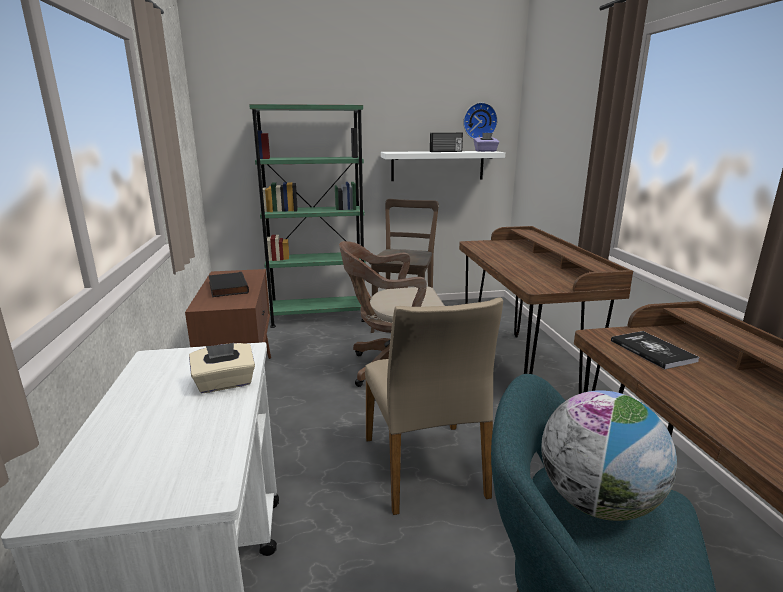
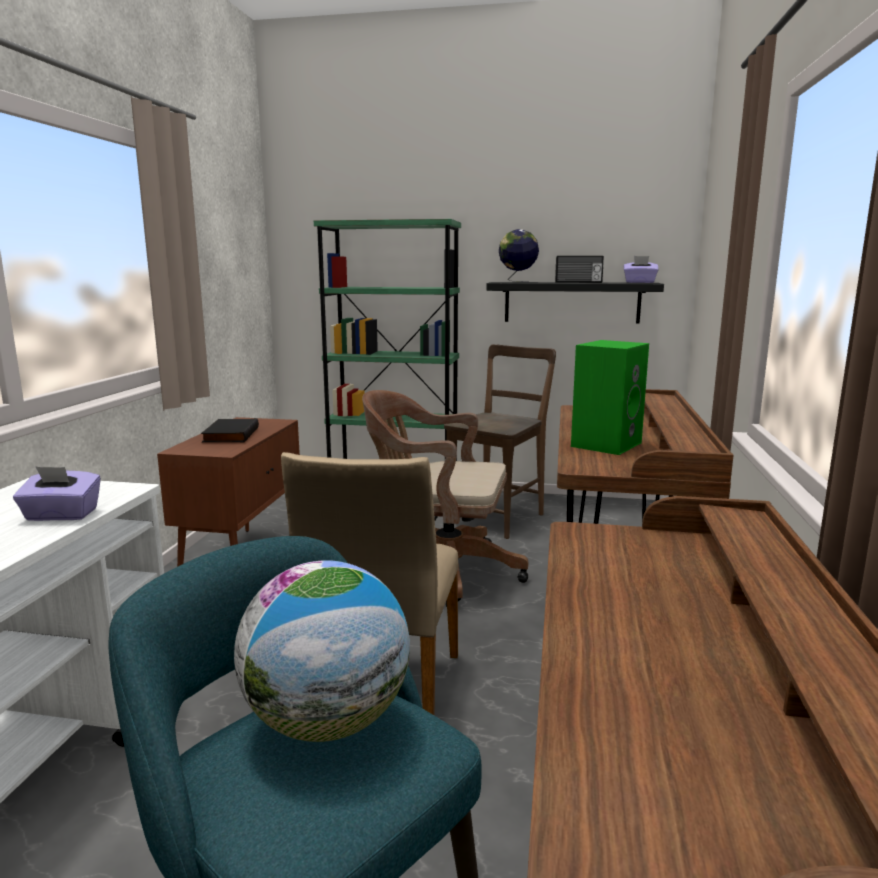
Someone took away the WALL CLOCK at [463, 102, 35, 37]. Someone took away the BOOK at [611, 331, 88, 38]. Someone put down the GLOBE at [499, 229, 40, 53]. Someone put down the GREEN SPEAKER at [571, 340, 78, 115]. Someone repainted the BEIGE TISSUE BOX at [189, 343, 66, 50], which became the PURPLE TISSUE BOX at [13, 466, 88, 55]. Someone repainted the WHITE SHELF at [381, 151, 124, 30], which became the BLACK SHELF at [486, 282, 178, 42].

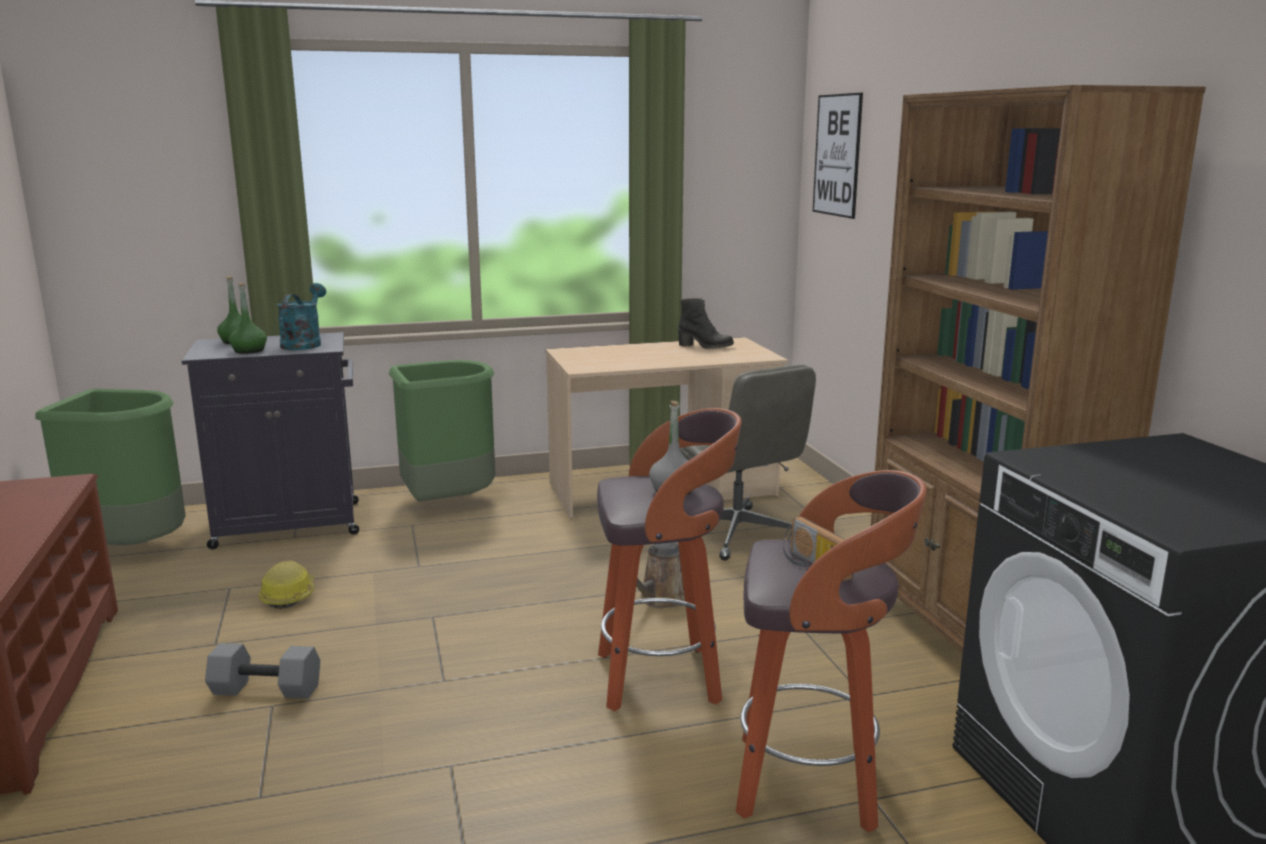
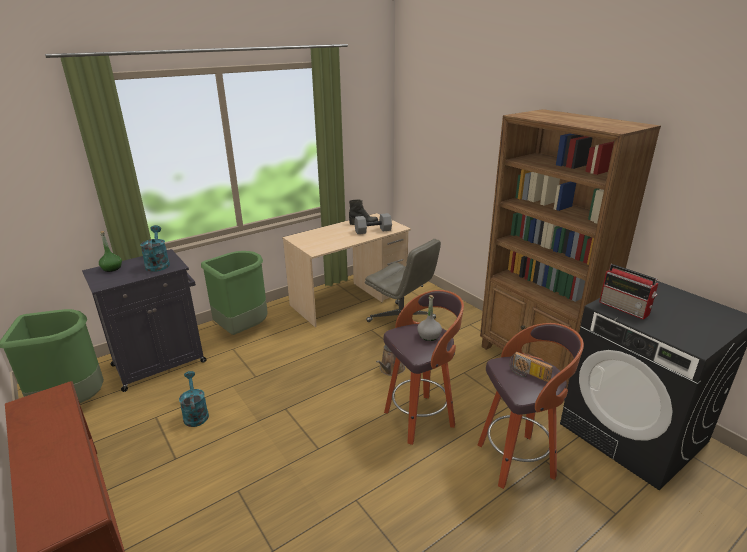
Someone took away the GREEN BOTTLE at [229, 283, 38, 71]. Someone took away the PICTURE at [813, 93, 50, 126]. Someone put down the RADIO at [599, 264, 59, 56]. Someone carried the GREY DUMBBELL from [205, 643, 115, 56] to [354, 213, 38, 21]. Someone swapped the HARD HAT at [258, 561, 56, 48] for the TURQUOISE WATERING CAN at [179, 371, 30, 56].

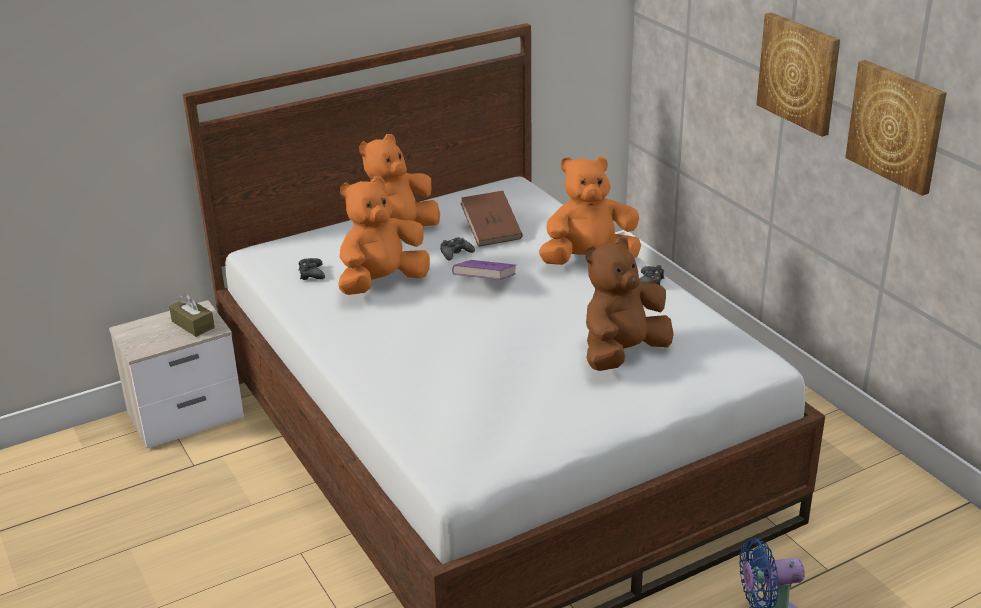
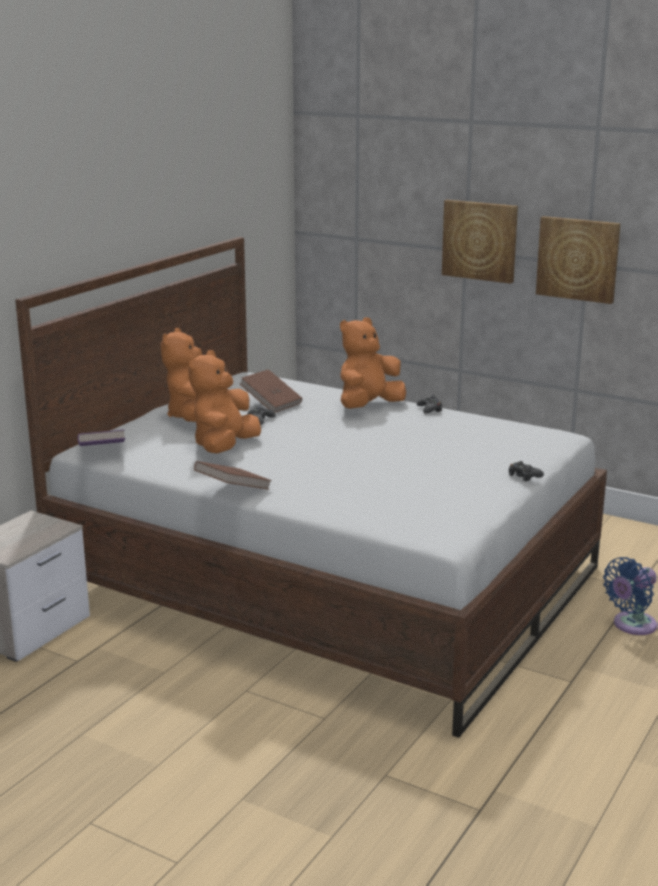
Someone took away the BROWN TISSUE BOX at [169, 294, 46, 43]. Someone took away the BROWN PLUSH TOY at [586, 237, 88, 134]. Someone put down the BROWN BOOK at [194, 461, 78, 29]. Someone carried the BLACK GAME CONTROLLER from [299, 258, 26, 22] to [509, 461, 35, 20]. Someone carried the PURPLE BOOK from [452, 260, 64, 20] to [78, 430, 47, 16].

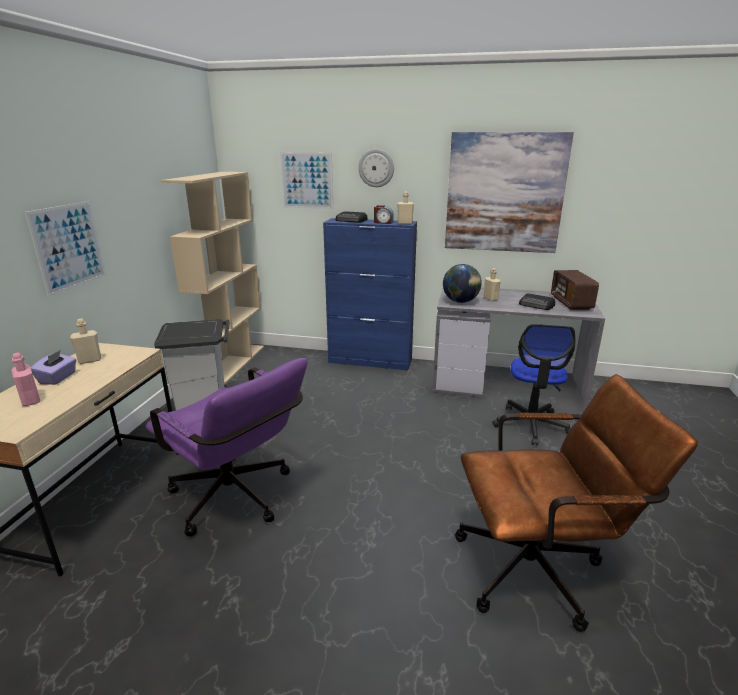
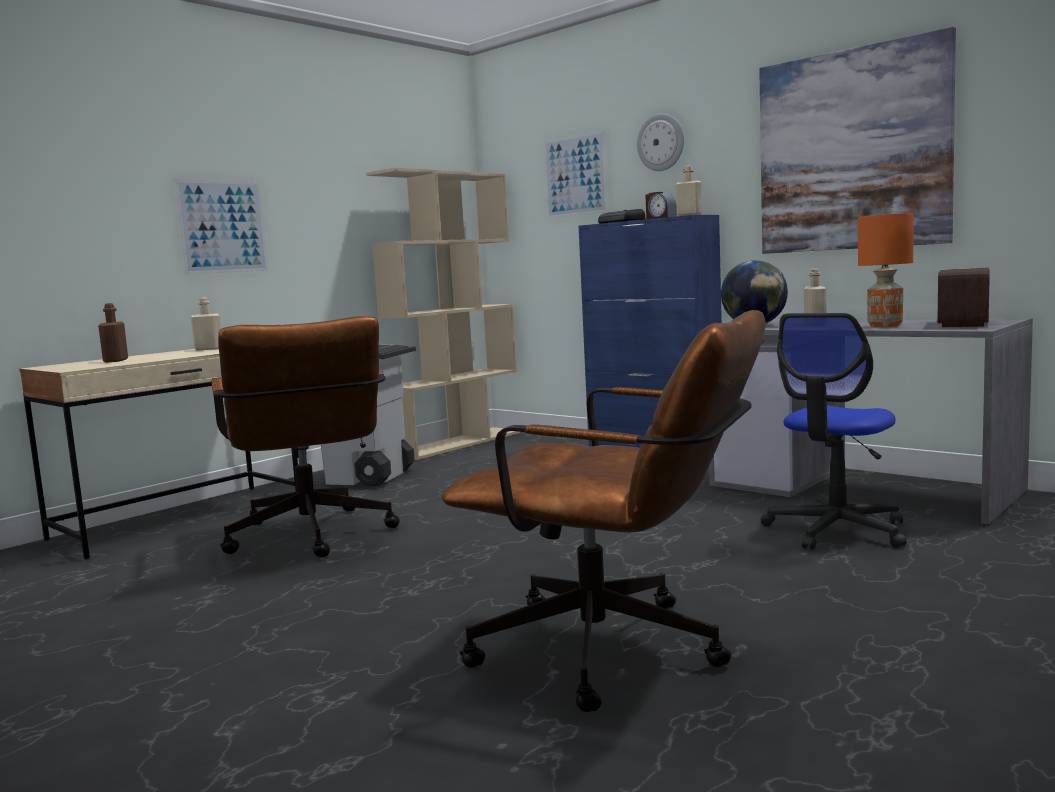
Someone took away the PURPLE TISSUE BOX at [31, 350, 46, 35]. Someone swapped the RADIO at [519, 293, 36, 17] for the ORANGE TABLE LAMP at [858, 213, 56, 114]. Someone repainted the PINK BOTTLE at [12, 353, 29, 53], which became the BROWN BOTTLE at [98, 303, 30, 59]. Someone repainted the PURPLE OFFICE CHAIR at [146, 358, 161, 179], which became the BROWN OFFICE CHAIR at [211, 316, 189, 241].

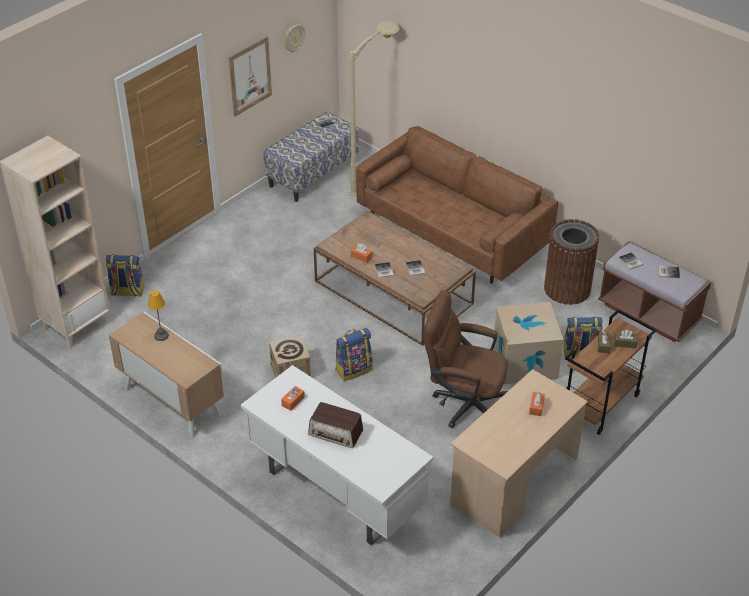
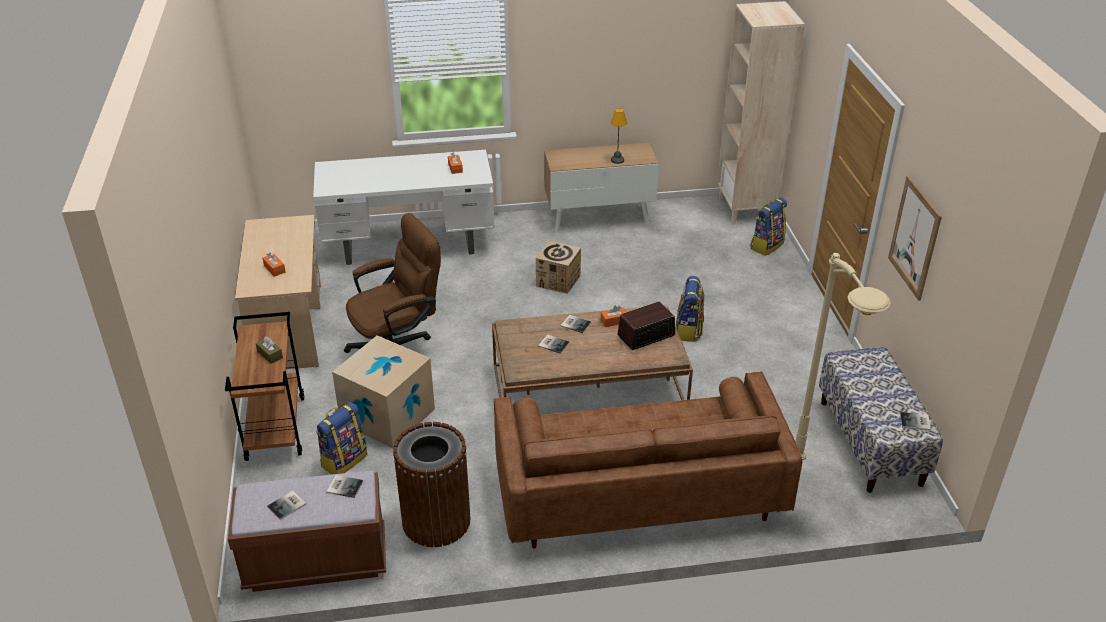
Someone took away the WALL CLOCK at [284, 24, 21, 28]. Someone took away the BROWN TISSUE BOX at [615, 330, 22, 18]. Someone carried the RADIO from [308, 402, 55, 46] to [618, 302, 57, 48]. Someone carried the BACKPACK from [335, 328, 37, 53] to [675, 276, 29, 66].

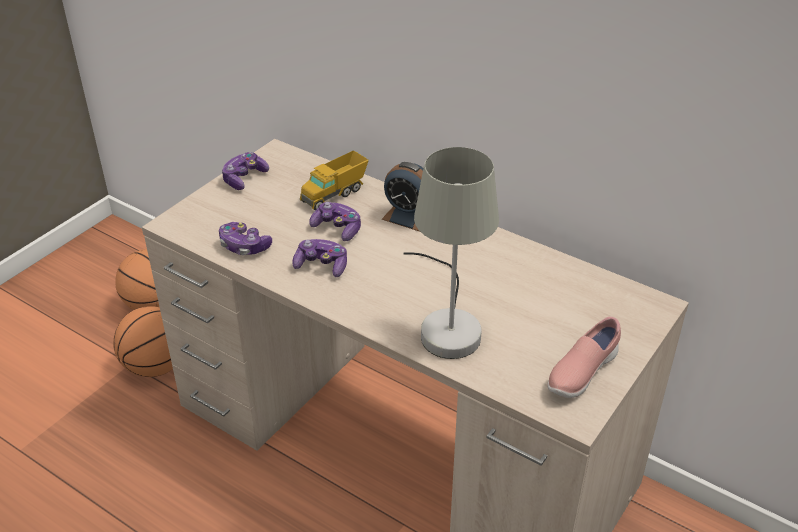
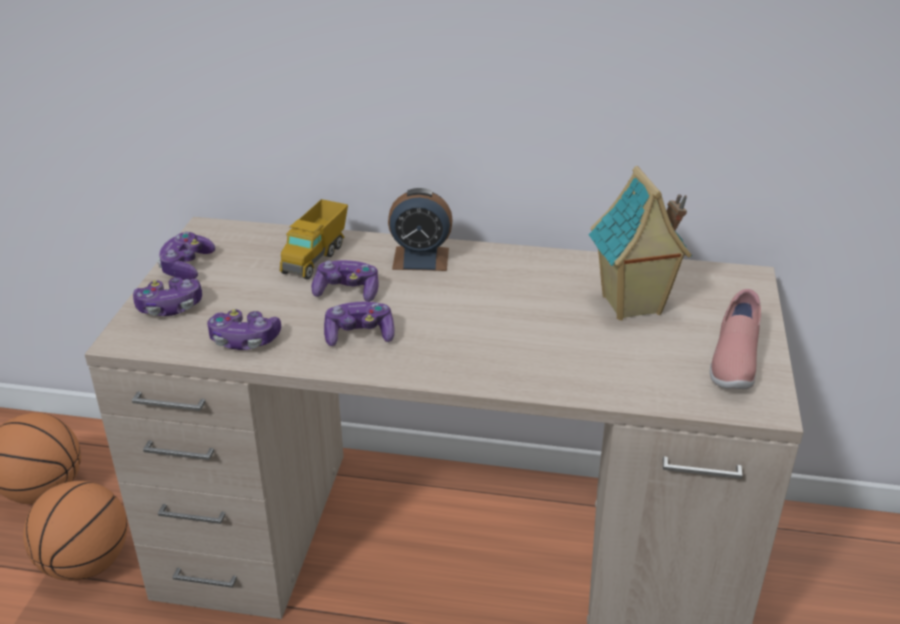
Someone took away the GREY TABLE LAMP at [403, 147, 96, 212]. Someone put down the GAME CONTROLLER at [133, 277, 69, 39]. Someone put down the TOY HOUSE at [588, 166, 104, 154].

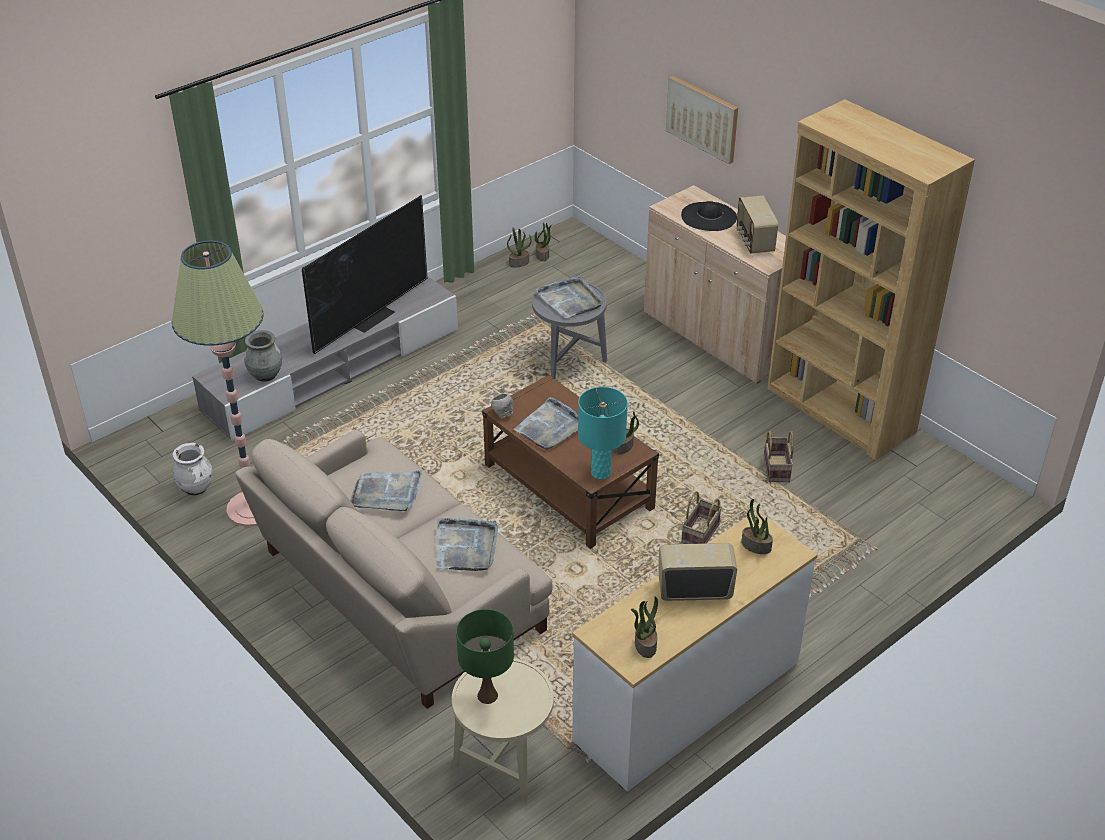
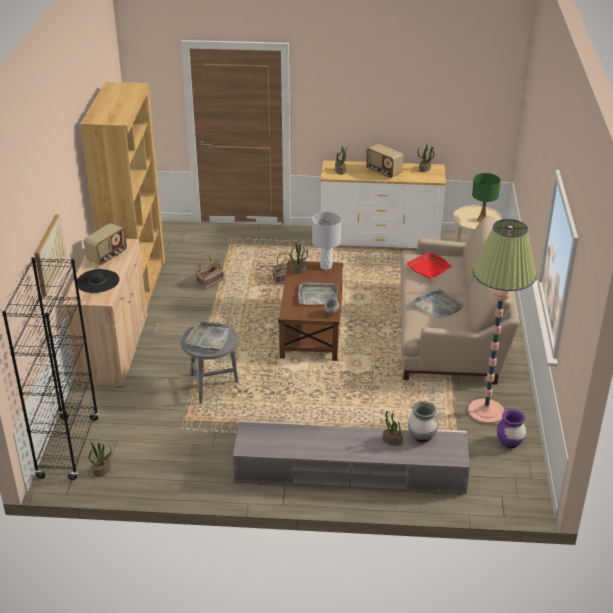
Someone took away the TELEVISION at [302, 195, 126, 159]. Someone put down the BLACK BOOKCASE at [2, 257, 97, 223]. Someone carried the POTTED PLANT from [507, 227, 24, 40] to [382, 411, 21, 35]. Someone repainted the WHITE VASE at [172, 443, 41, 52], which became the PURPLE VASE at [497, 409, 29, 39]. Someone repainted the GREY TRAY at [436, 518, 63, 53], which became the RED TRAY at [407, 252, 45, 27]. Someone repainted the TURQUOISE TABLE LAMP at [578, 387, 50, 93], which became the GREY TABLE LAMP at [312, 212, 29, 58].

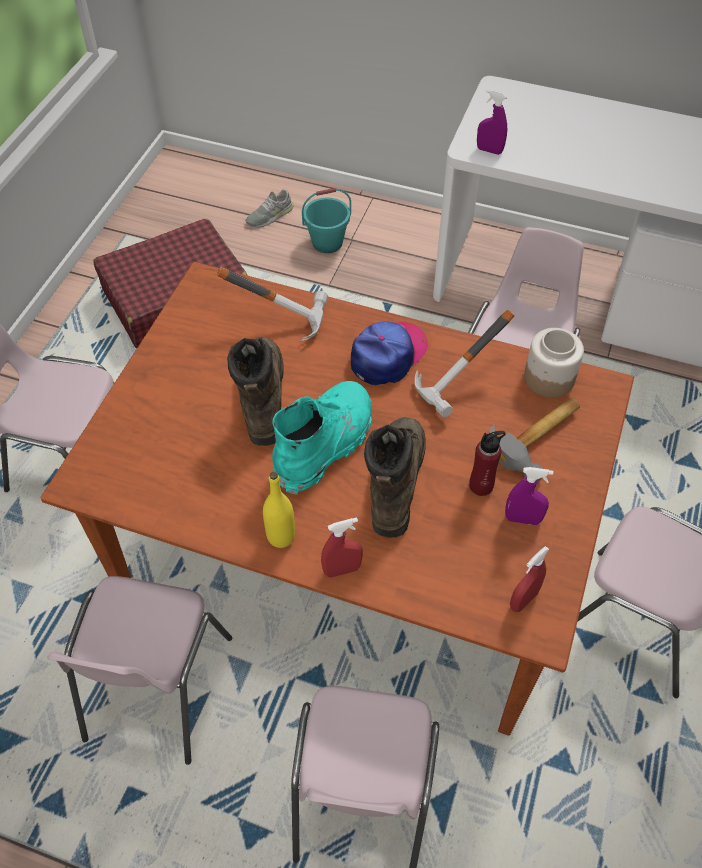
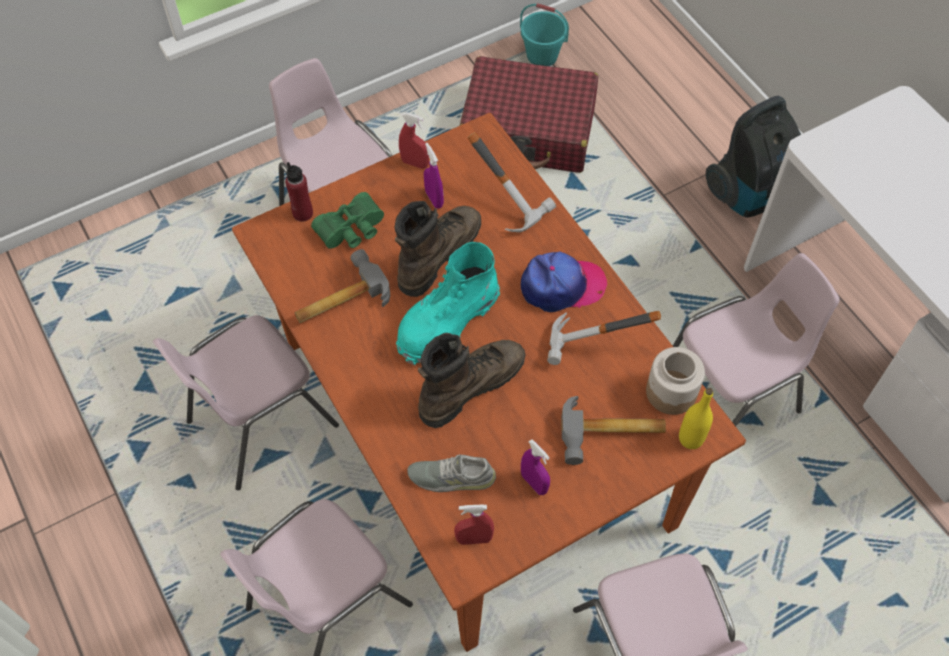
Someone put down the HAMMER at [294, 249, 96, 74]. Someone put down the GREEN BINOCULARS at [311, 192, 73, 57]. Someone put down the VACUUM CLEANER at [706, 96, 95, 122]. Someone carried the GREY SHOE from [245, 189, 49, 38] to [407, 455, 89, 37]. Someone carried the YELLOW BOTTLE from [263, 472, 32, 76] to [679, 388, 34, 61]. Someone carried the TURQUOISE BUCKET from [302, 188, 49, 65] to [520, 3, 49, 63]. Someone carried the RED SPRAY BOTTLE from [321, 518, 42, 60] to [399, 112, 30, 57]. Someone carried the RED BOTTLE from [469, 431, 37, 65] to [285, 162, 28, 60]. Someone carried the PURPLE SPRAY BOTTLE from [477, 89, 30, 66] to [424, 143, 20, 65]. Someone rotated the TURQUOISE BOOT at [272, 381, 100, 114] by 150 degrees clockwise.

